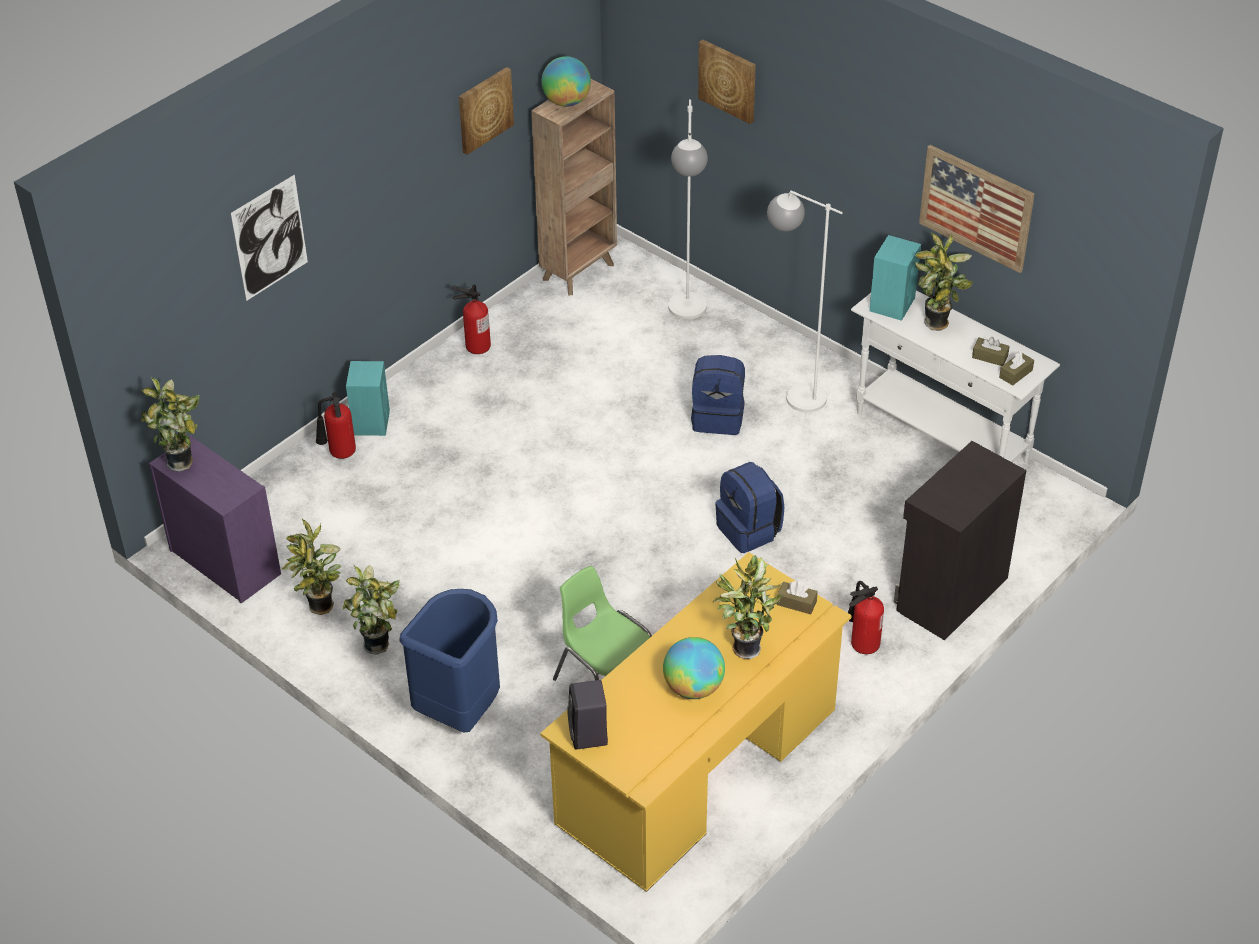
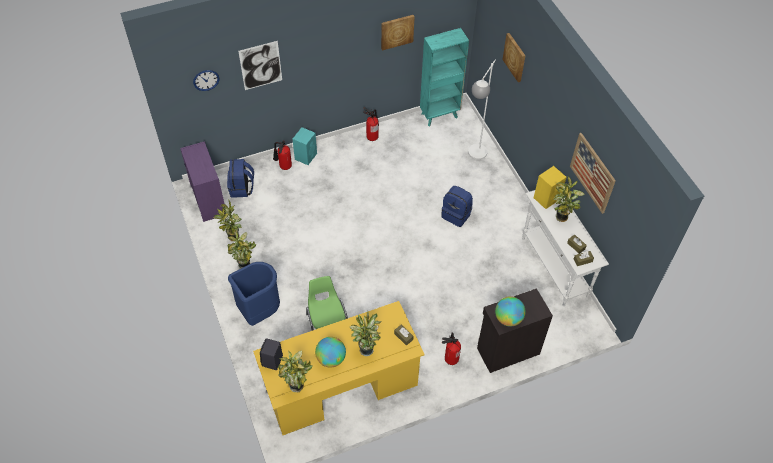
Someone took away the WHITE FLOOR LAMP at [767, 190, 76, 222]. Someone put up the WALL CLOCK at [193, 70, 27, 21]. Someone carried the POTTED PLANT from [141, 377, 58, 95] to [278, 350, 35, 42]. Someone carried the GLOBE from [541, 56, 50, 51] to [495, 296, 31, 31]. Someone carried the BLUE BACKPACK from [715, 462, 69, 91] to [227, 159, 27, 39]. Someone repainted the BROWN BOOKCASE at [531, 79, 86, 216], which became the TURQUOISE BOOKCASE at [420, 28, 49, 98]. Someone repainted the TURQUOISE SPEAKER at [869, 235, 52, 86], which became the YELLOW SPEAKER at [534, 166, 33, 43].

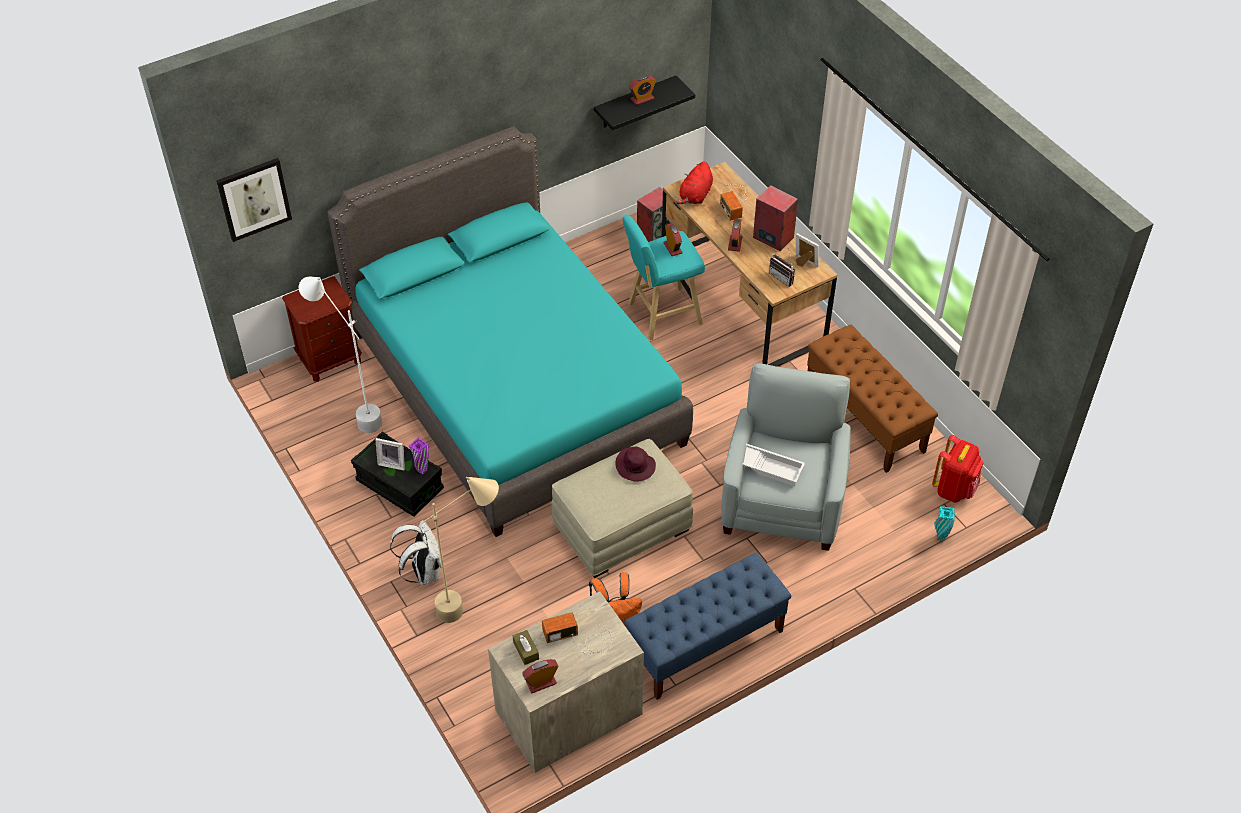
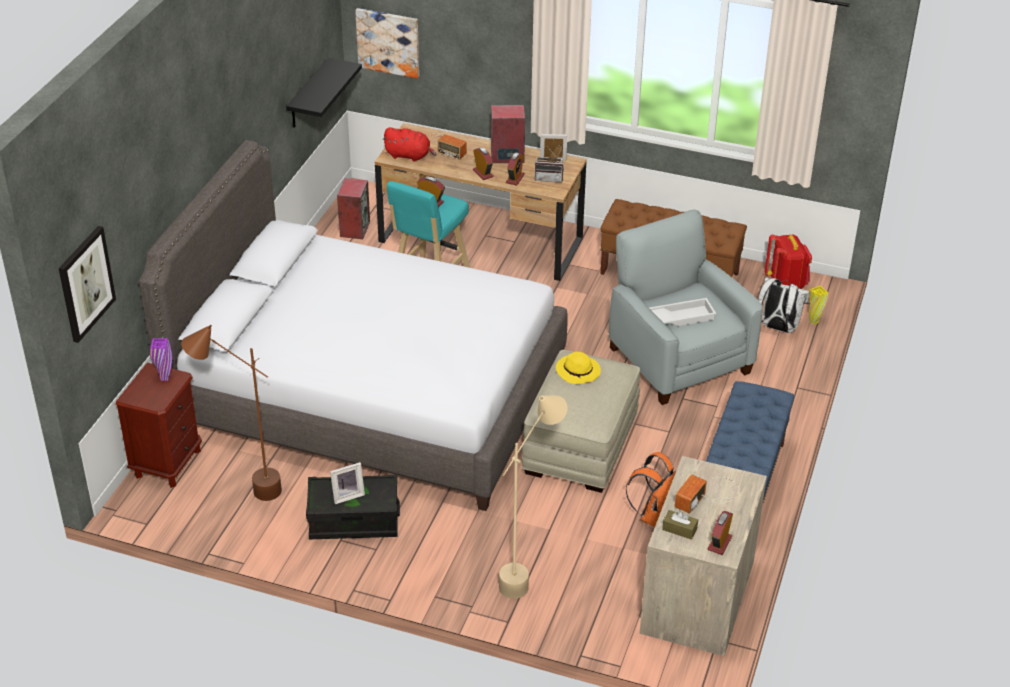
Someone put up the PICTURE at [355, 8, 64, 71]. Someone carried the WHITE BACKPACK from [390, 520, 52, 65] to [758, 277, 52, 56]. Someone carried the PURPLE VASE from [409, 437, 20, 38] to [150, 338, 22, 43]. Someone carried the ALARM CLOCK from [629, 75, 27, 30] to [506, 152, 19, 34]. Someone repainted the WHITE FLOOR LAMP at [299, 277, 83, 156], which became the BROWN FLOOR LAMP at [181, 325, 101, 176]. Someone repainted the TURQUOISE BED at [327, 126, 366, 411], which became the GREY BED at [139, 140, 429, 371]. Someone repainted the PURPLE HAT at [616, 447, 40, 34], which became the YELLOW HAT at [556, 352, 45, 32]. Someone repainted the TURQUOISE VASE at [934, 506, 21, 35], which became the YELLOW VASE at [808, 286, 20, 39]. Someone rotated the RED PLUSH TOY at [675, 161, 38, 43] by 60 degrees counterclockwise.

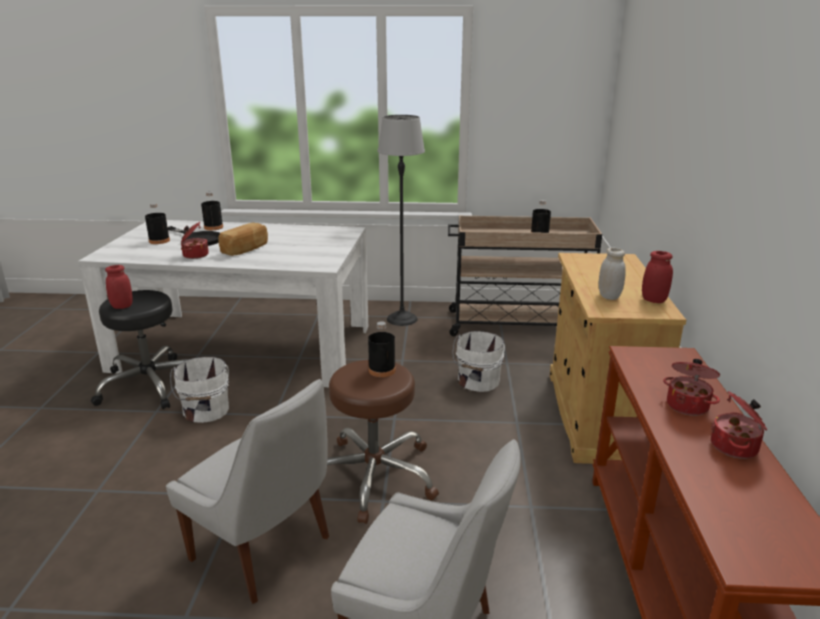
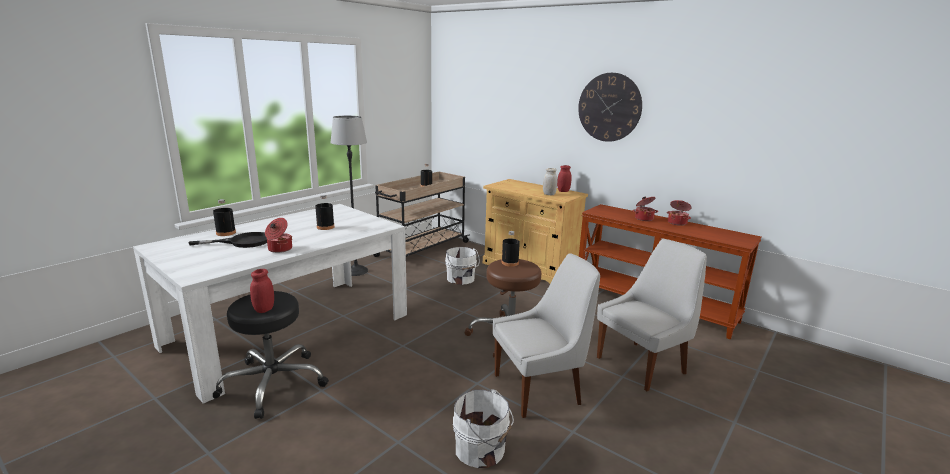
Someone took away the BREAD at [219, 223, 49, 33]. Someone put up the WALL CLOCK at [578, 73, 64, 69]. Someone carried the BLACK BOTTLE from [145, 203, 25, 41] to [315, 195, 19, 35]. Someone carried the WHITE BUCKET from [170, 357, 59, 66] to [453, 389, 61, 79].

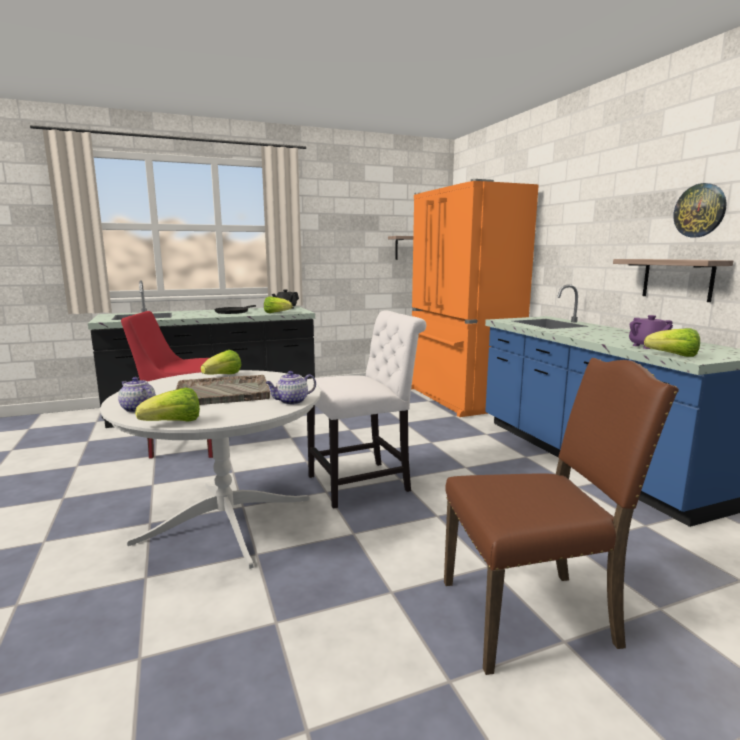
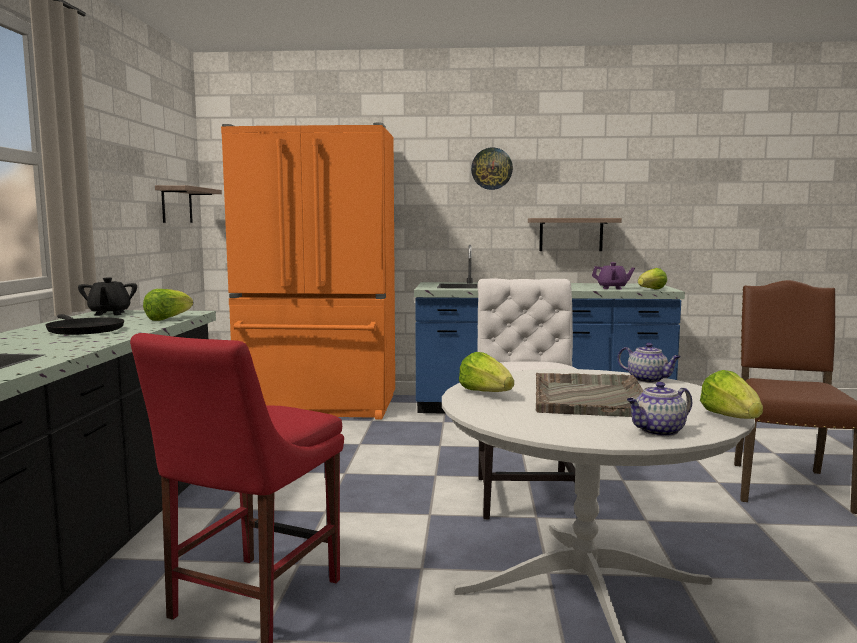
Someone carried the WALL CLOCK from [673, 183, 53, 54] to [471, 147, 42, 43]. Someone rotated the TEAPOT at [265, 371, 51, 34] by 45 degrees counterclockwise.

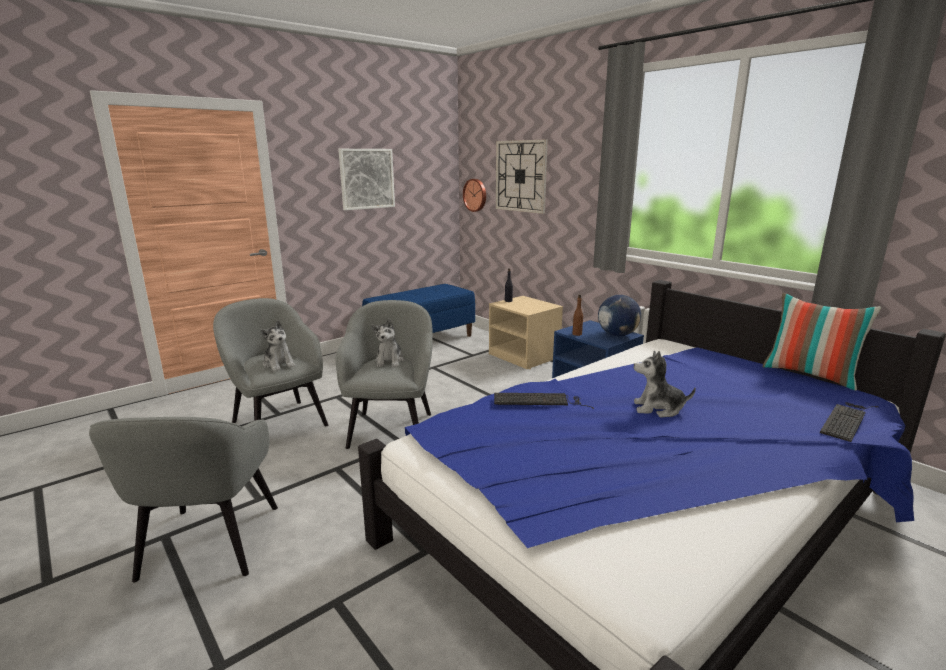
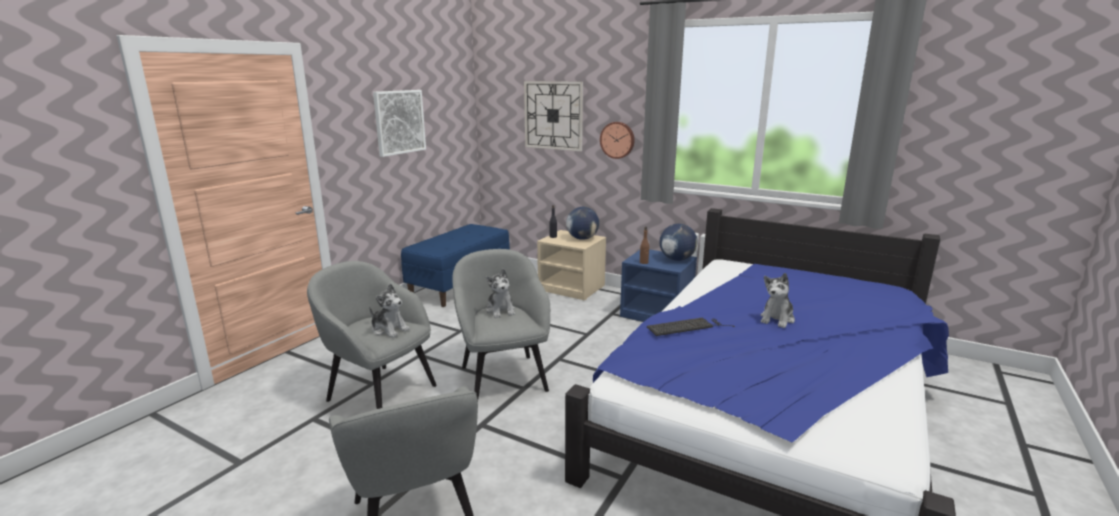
Someone took away the PILLOW at [763, 293, 118, 98]. Someone took away the KEYBOARD at [820, 402, 59, 40]. Someone put down the GLOBE at [566, 207, 33, 33]. Someone carried the WALL CLOCK from [463, 179, 23, 33] to [600, 122, 35, 37]. Someone rotated the PLUSH TOY at [634, 351, 62, 66] by 45 degrees counterclockwise.

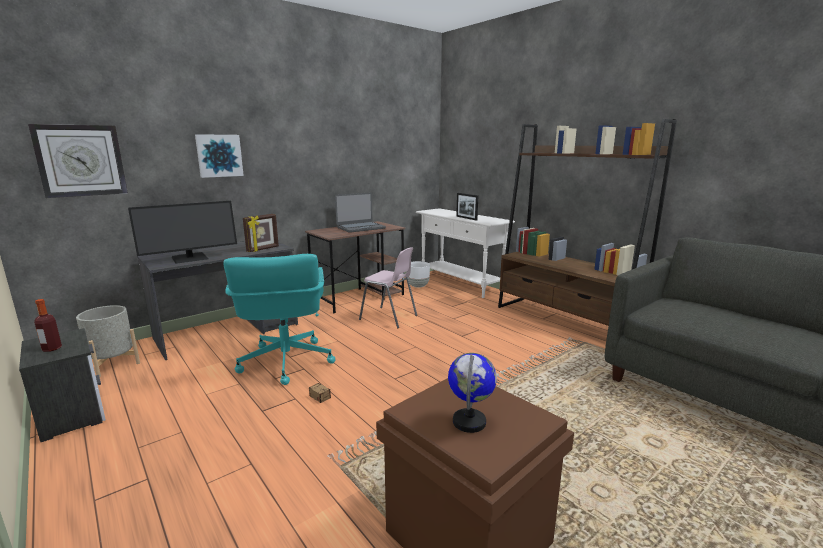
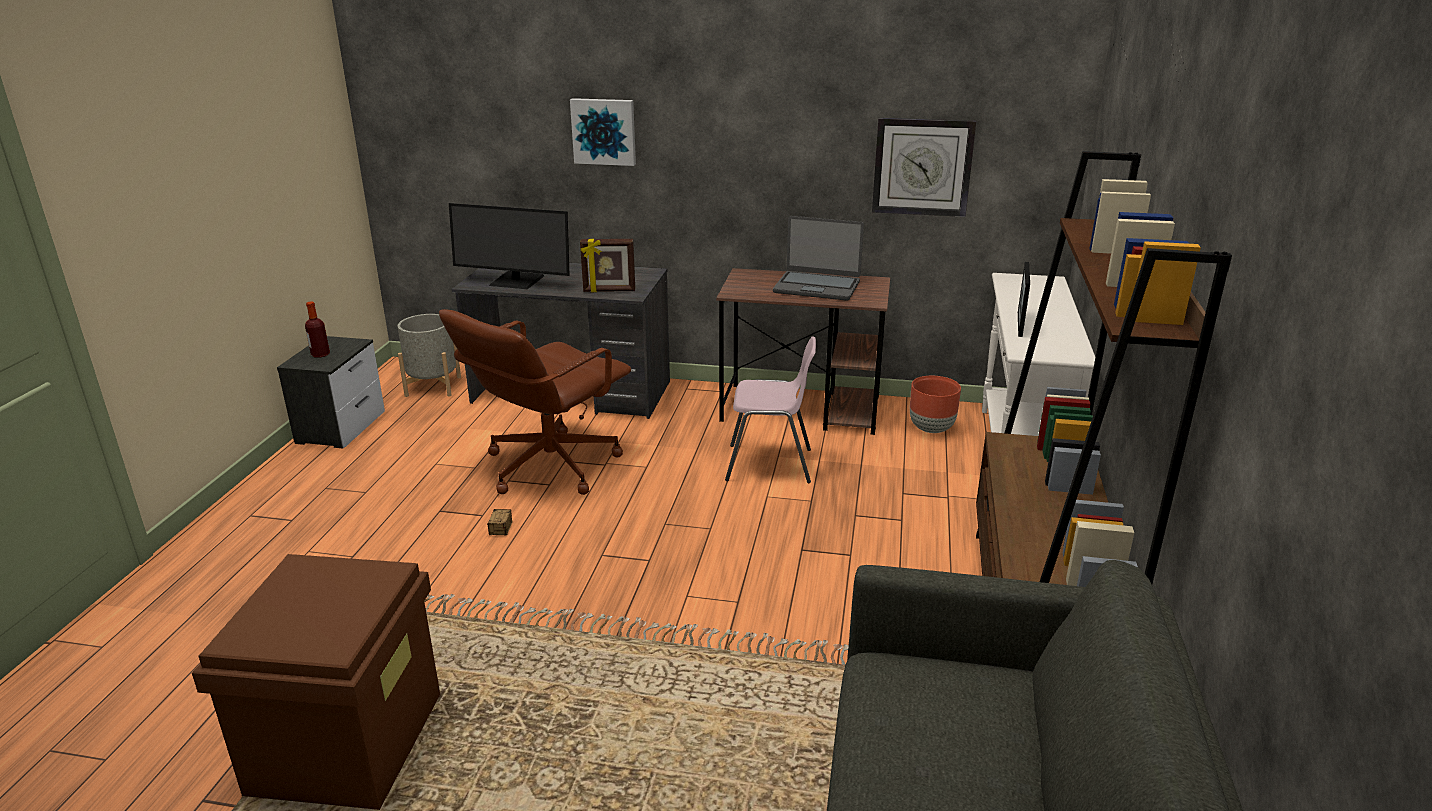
Someone took away the GLOBE at [448, 353, 49, 80]. Someone carried the WALL CLOCK from [28, 124, 100, 74] to [872, 118, 104, 99]. Someone repainted the TURQUOISE OFFICE CHAIR at [223, 254, 112, 131], which became the BROWN OFFICE CHAIR at [439, 309, 192, 186]. Someone repainted the WHITE PLANTER at [408, 261, 22, 27], which became the BROWN PLANTER at [910, 376, 51, 57]. Someone rotated the PINK CHAIR at [359, 247, 58, 81] by 75 degrees counterclockwise.

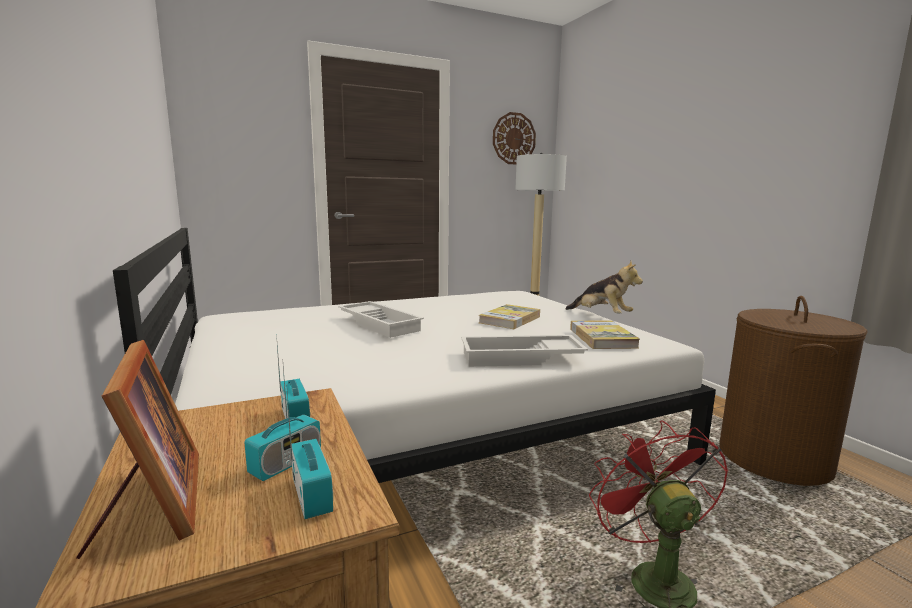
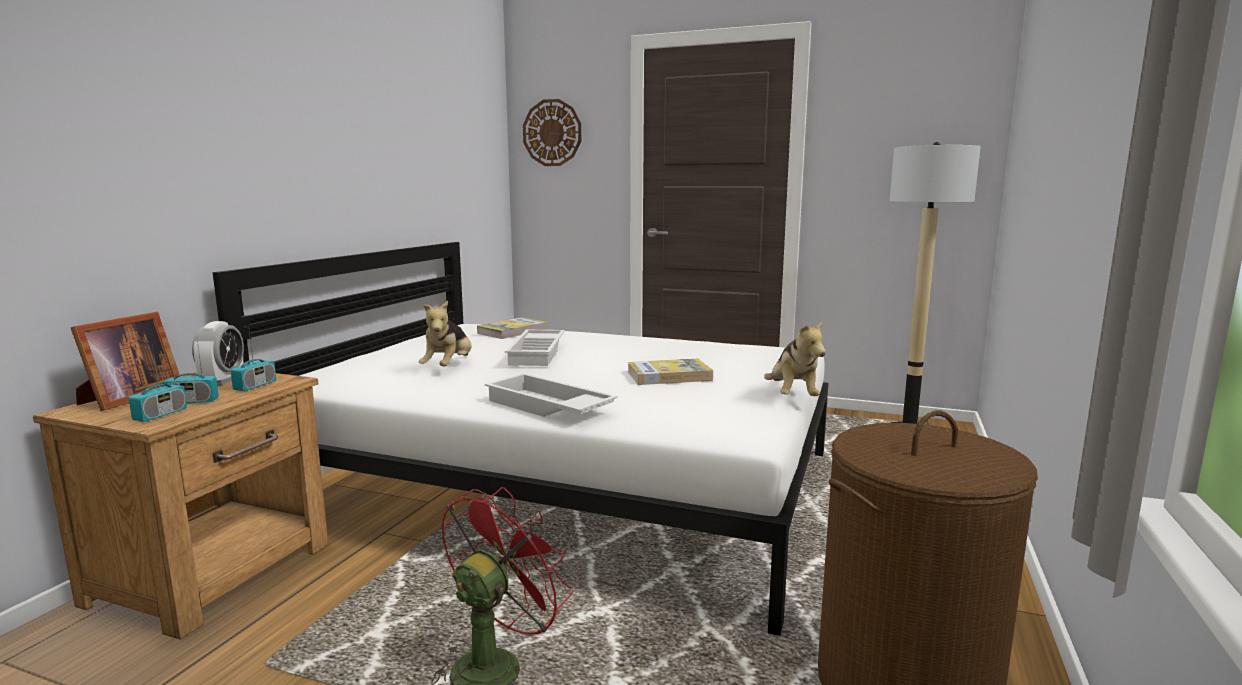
Someone put down the ALARM CLOCK at [192, 321, 52, 64]. Someone put down the PLUSH TOY at [419, 301, 52, 65]. Someone carried the WALL CLOCK from [493, 112, 43, 52] to [523, 99, 58, 67]. Someone carried the BOOK from [570, 320, 70, 29] to [477, 317, 70, 22].

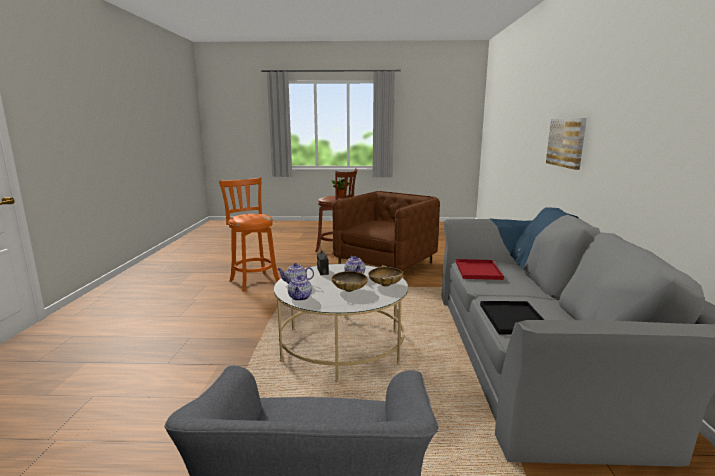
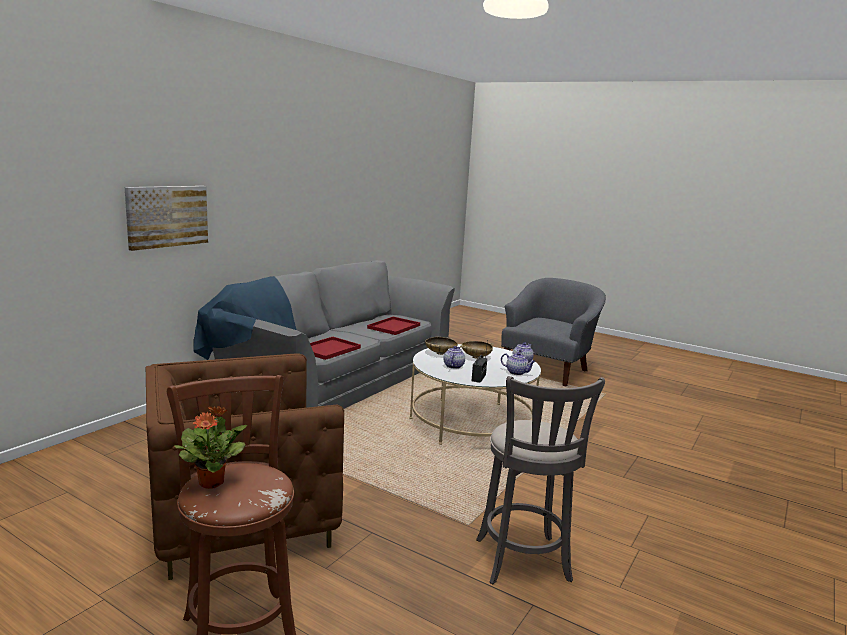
Someone repainted the ORANGE STOOL at [219, 177, 60, 114], which became the GREY STOOL at [476, 376, 129, 208]. Someone repainted the BLACK TRAY at [480, 301, 64, 34], which became the RED TRAY at [367, 317, 53, 18].

